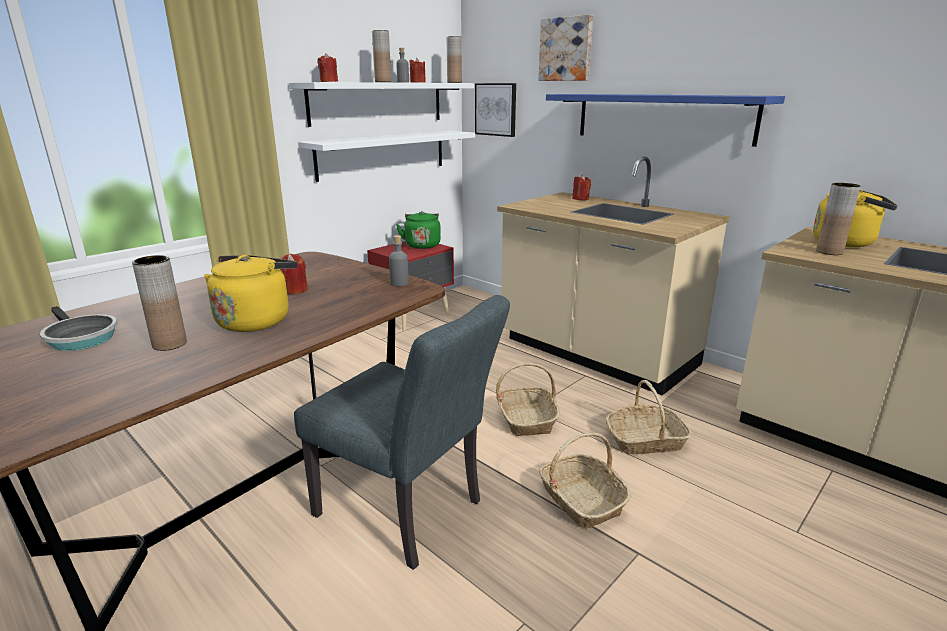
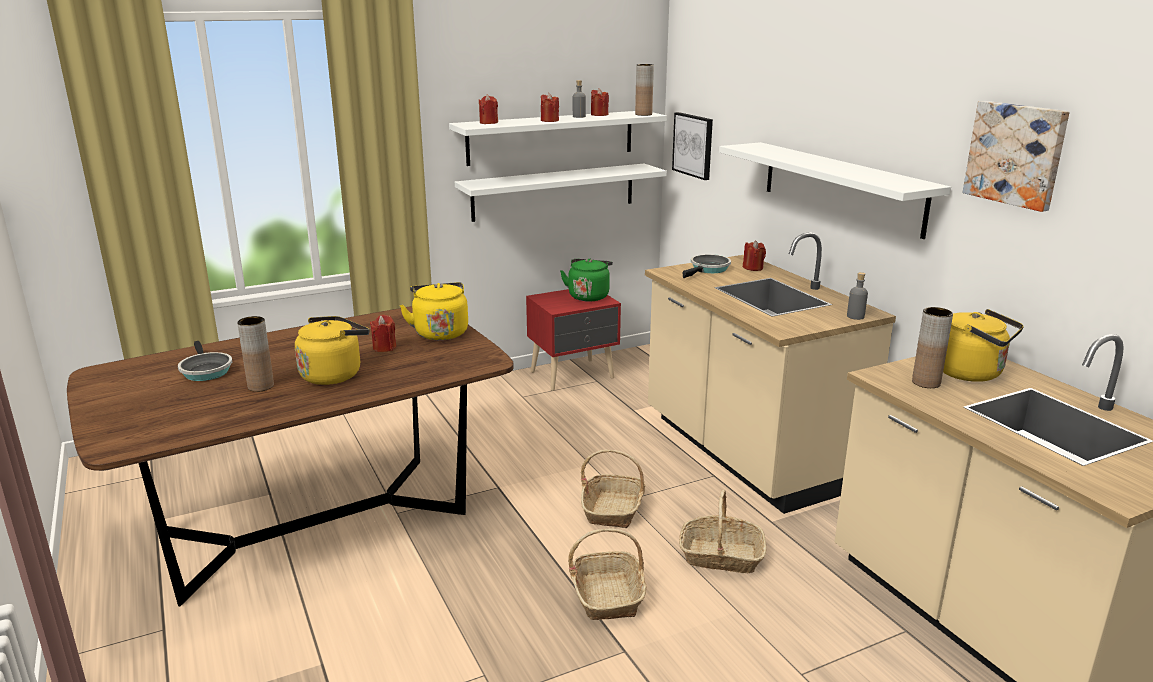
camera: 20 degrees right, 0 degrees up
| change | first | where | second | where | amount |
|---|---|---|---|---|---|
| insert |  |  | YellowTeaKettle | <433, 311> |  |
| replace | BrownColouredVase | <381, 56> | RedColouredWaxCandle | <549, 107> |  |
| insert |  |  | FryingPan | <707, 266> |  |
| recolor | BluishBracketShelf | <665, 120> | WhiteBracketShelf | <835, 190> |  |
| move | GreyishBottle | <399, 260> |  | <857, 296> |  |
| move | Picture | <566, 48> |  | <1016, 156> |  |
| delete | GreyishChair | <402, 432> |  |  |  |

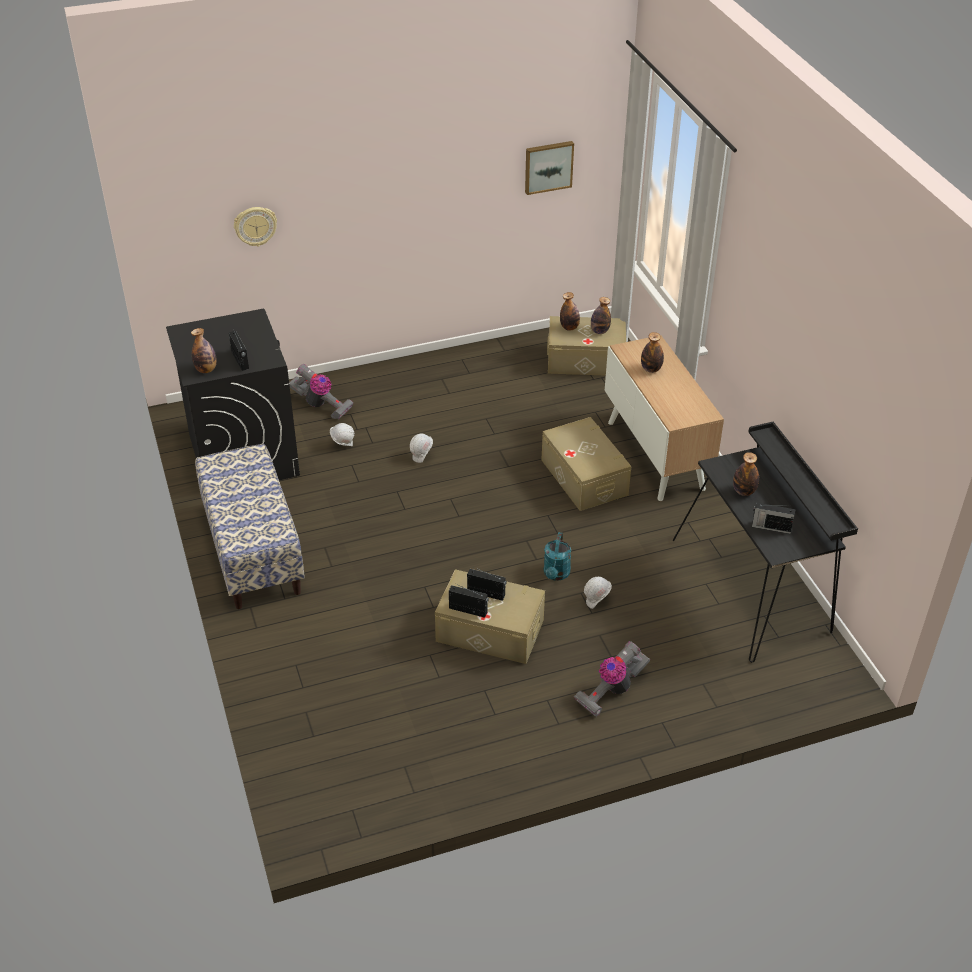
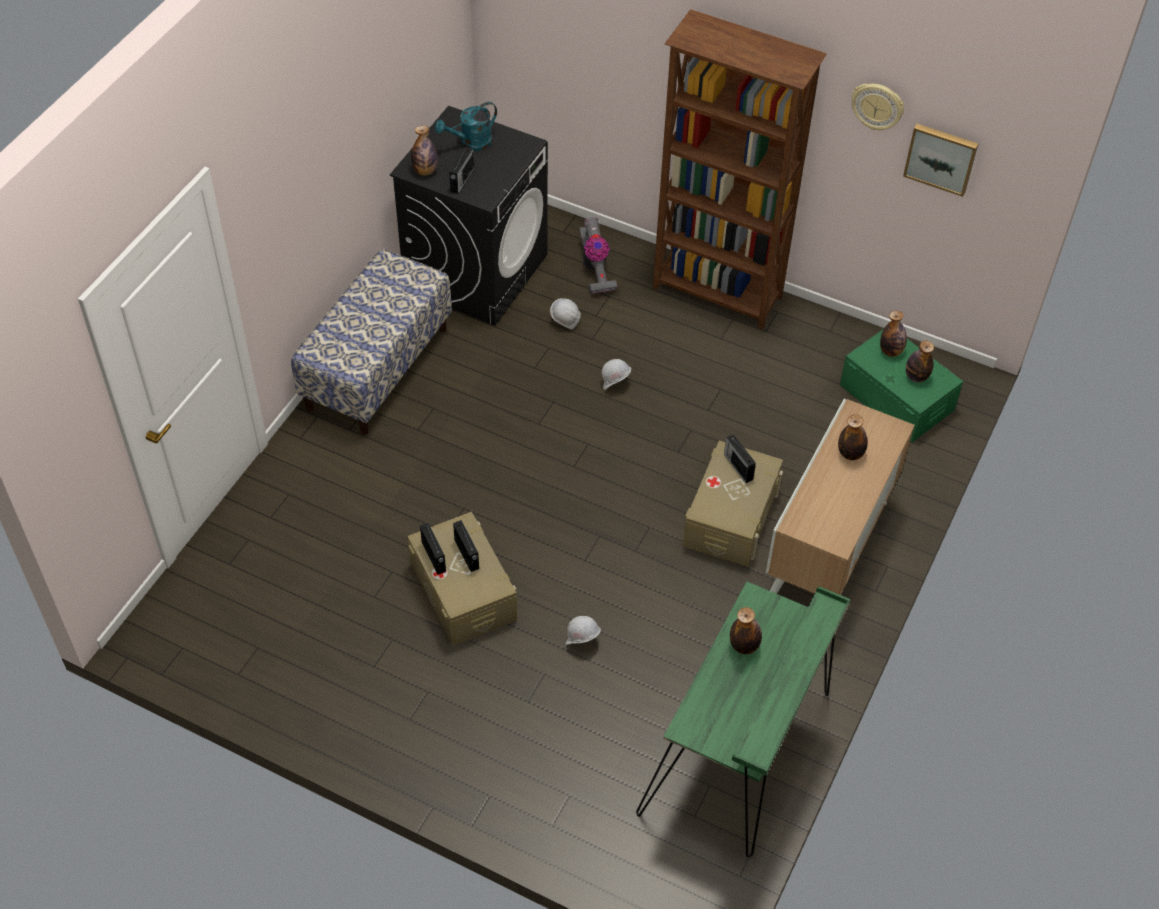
camera: 45 degrees right, 10 degrees up
| change | first | where | second | where | amount |
|---|---|---|---|---|---|
| move | TurquoiseColouredWateringPot | <557, 556> |  | <466, 126> |  |
| recolor | BlackDeskUnit | <765, 542> | GreenColouredDeskUnit | <743, 719> |  |
| insert |  |  | BrownColouredShelvingUnit | <740, 169> |  |
| move | RadioSet | <774, 518> |  | <740, 458> |  |
| recolor | BeigeColouredStorageContainer | <586, 346> | GreenColouredStorageContainer | <901, 386> |  |
| move | HangingClock | <255, 227> |  | <877, 107> |  |
| delete | Hoover | <612, 679> |  |  |  |

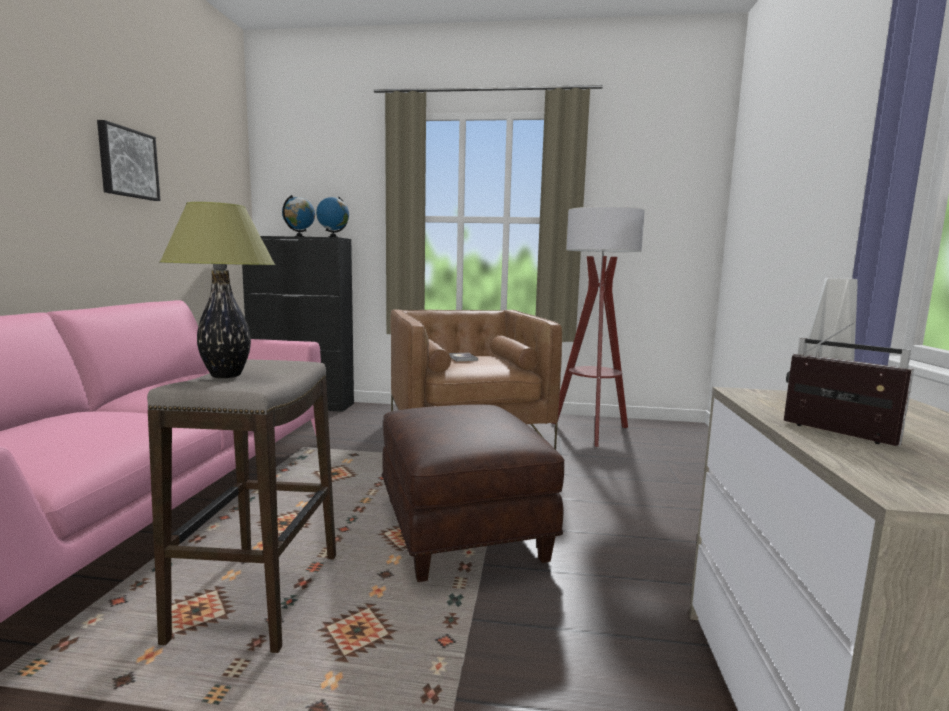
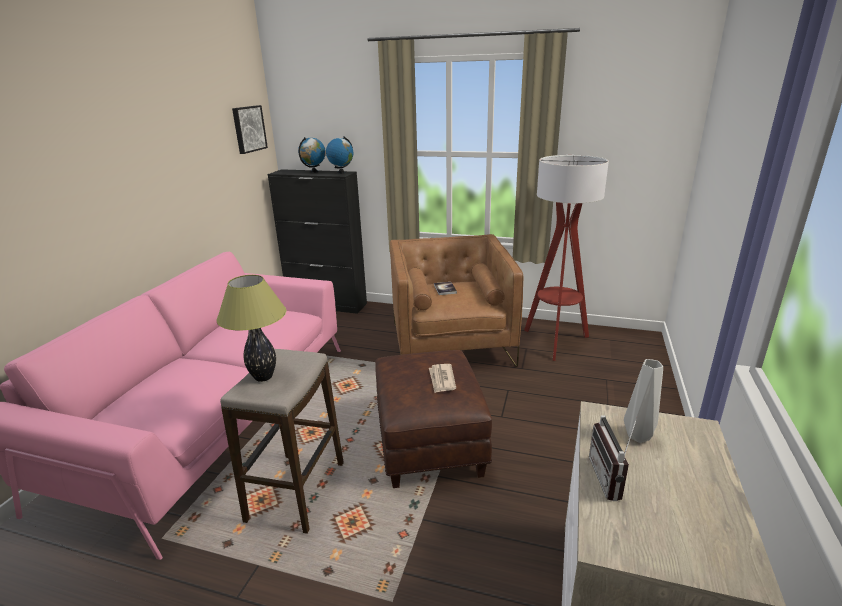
camera: 10 degrees right, 15 degrees up
| change | first | where | second | where | amount |
|---|---|---|---|---|---|
| move | Picture | <128, 160> |  | <250, 129> |  |
| insert |  |  | DailyPaper | <442, 378> |  |
| rotate | RadioSet | <849, 383> |  | <613, 458> | 150 degrees counterclockwise |

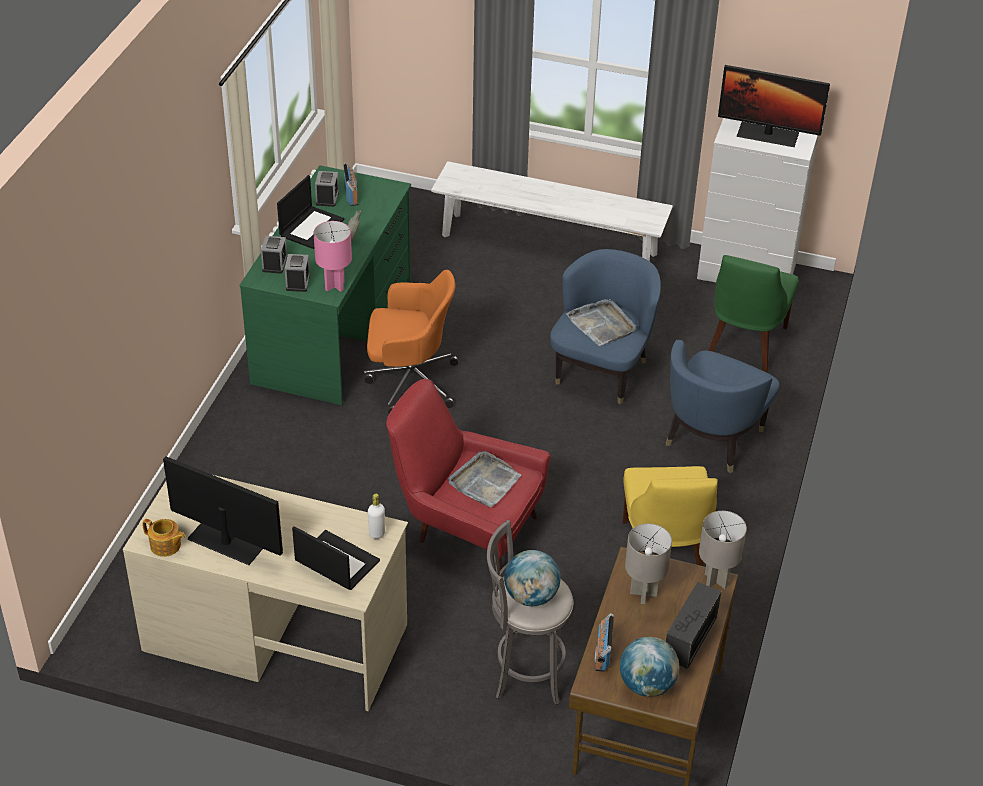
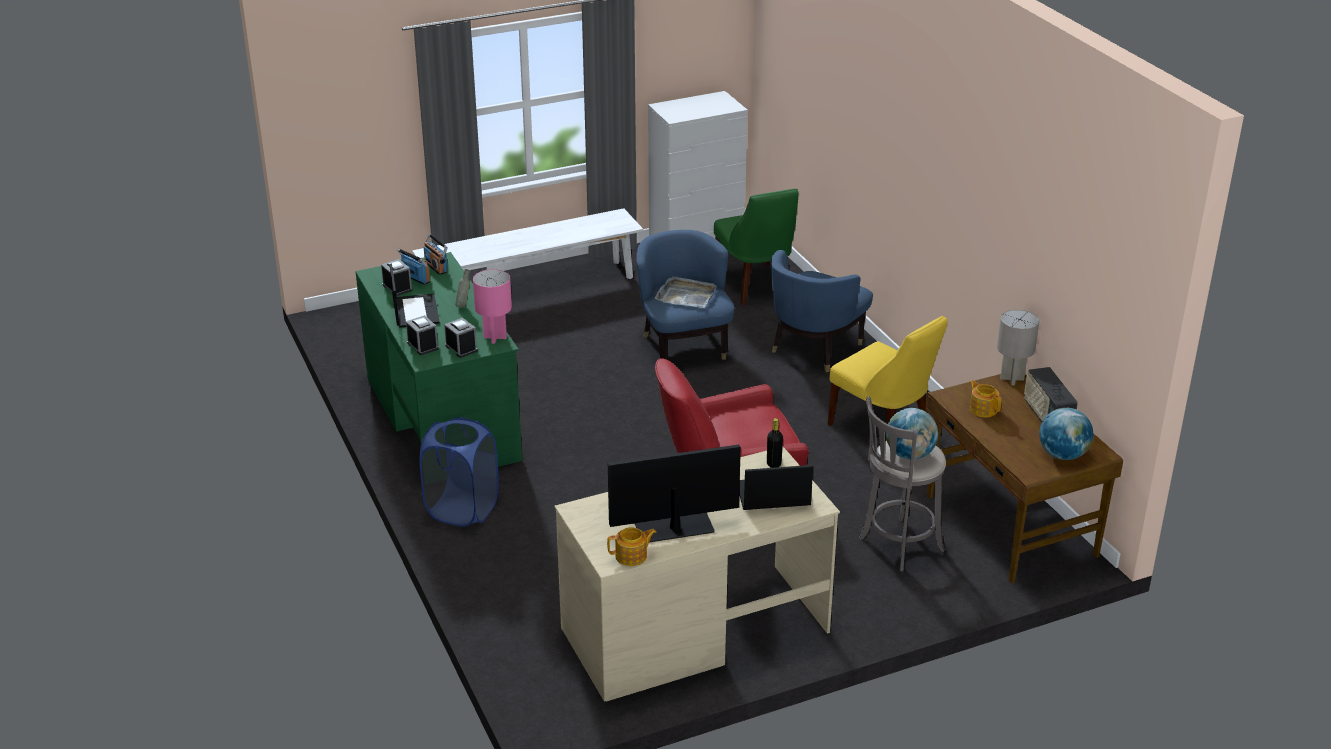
camera: 40 degrees left, 10 degrees down
| change | first | where | second | where | amount |
|---|---|---|---|---|---|
| insert |  |  | BluishWashingBasket | <459, 472> |  |
| move | RadioSet | <604, 642> |  | <436, 254> |  |
| recolor | WhiteBottle | <376, 516> | BlackBottle | <775, 443> |  |
| rotate | BluishLoungeChair | <722, 406> |  | <822, 311> | 45 degrees clockwise |
| replace | GreyishTableLamp | <648, 563> | TeaPot | <985, 398> |  |
| delete | OrangeDeskChair | <411, 341> |  |  |  |
| delete | GreyishTray | <484, 479> |  |  |  |
| delete | Monitor | <774, 106> |  |  |  |

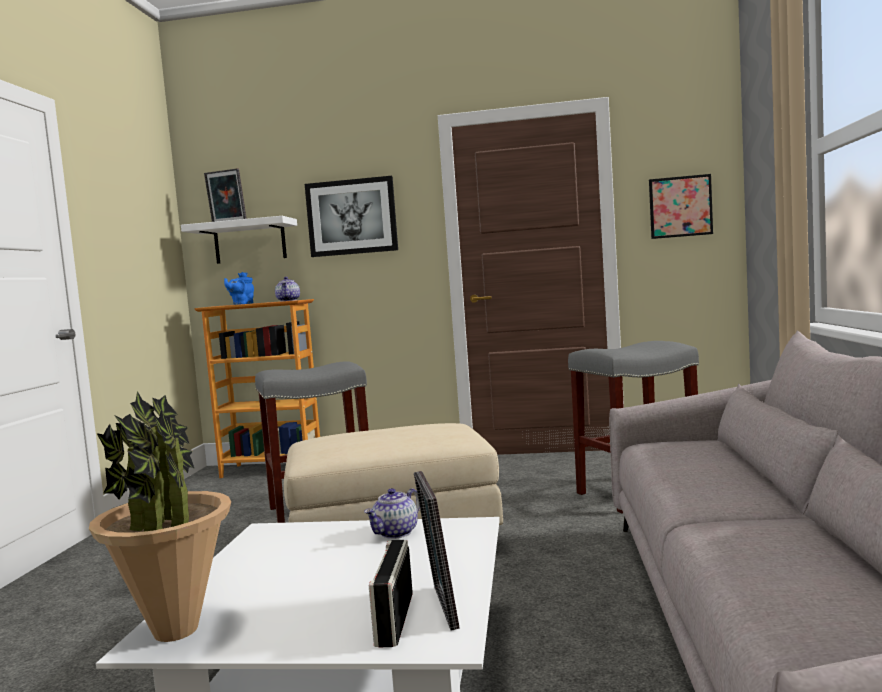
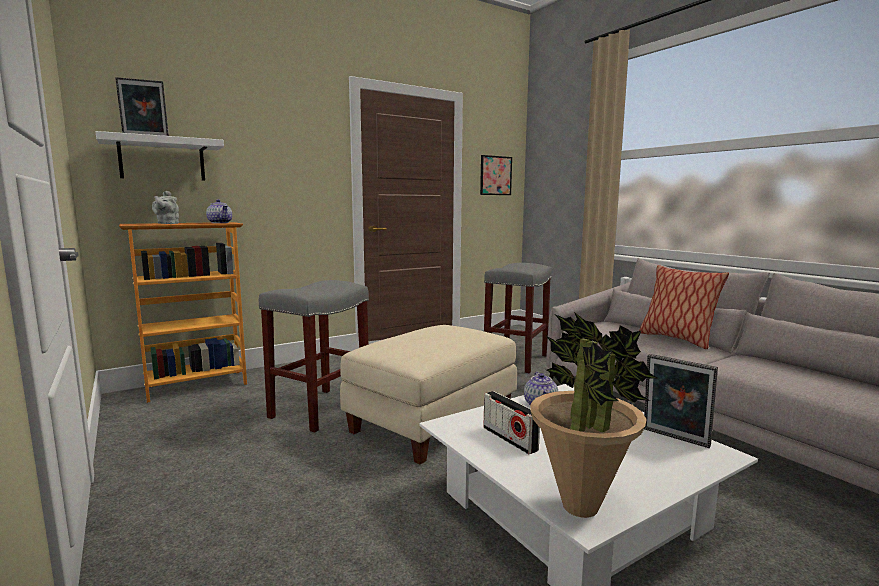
camera: 40 degrees left, 5 degrees up
| change | first | where | second | where | amount |
|---|---|---|---|---|---|
| recolor | BluishTeaPot | <239, 288> | GreyishTeaPot | <165, 207> |  |
| move | RadioSet | <391, 593> |  | <511, 422> |  |
| insert |  |  | ThrowPillow | <684, 307> |  |
| delete | Picture | <351, 216> |  |  |  |

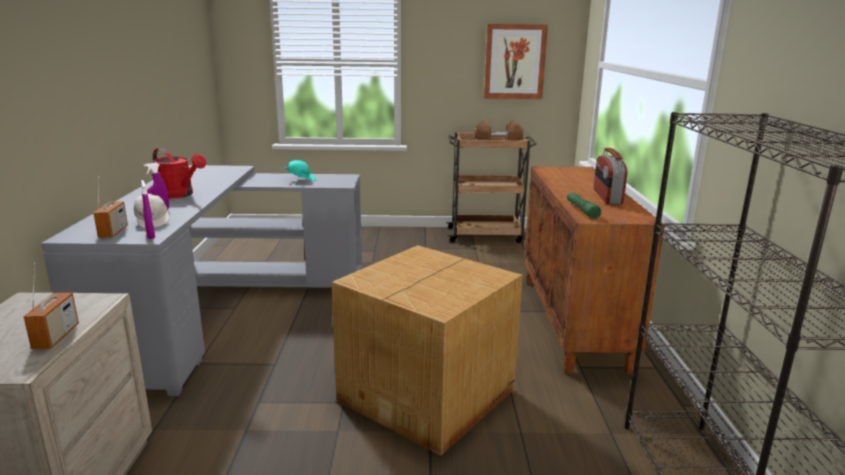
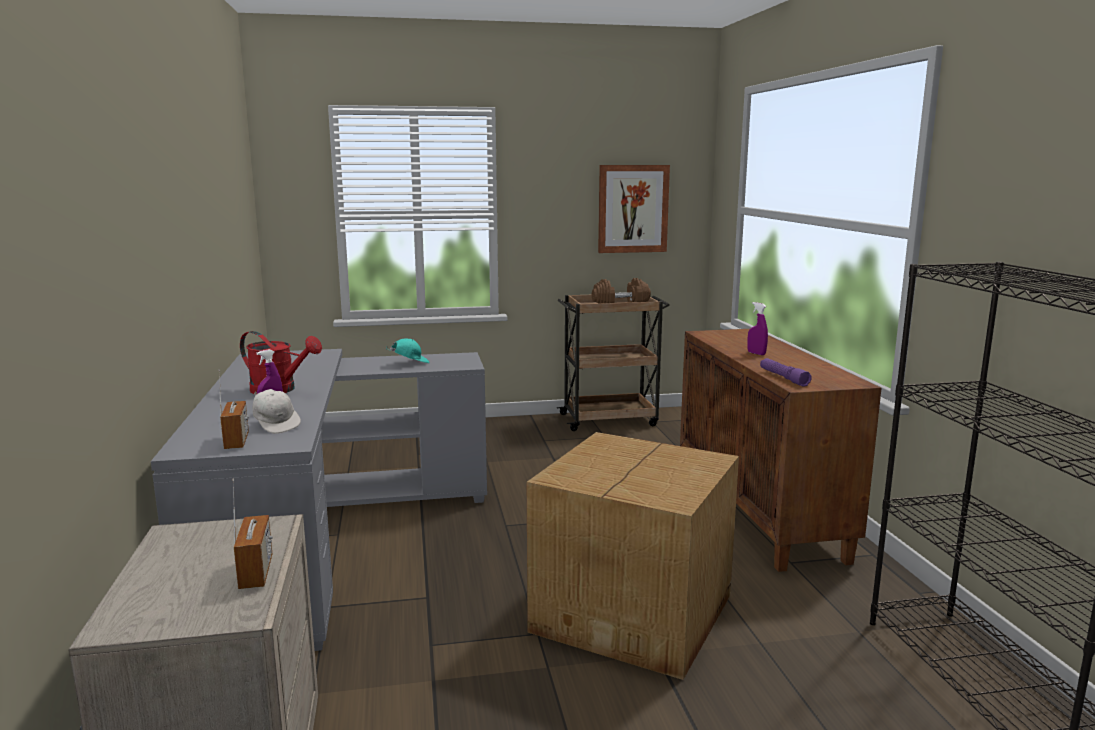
camera: 10 degrees left, 5 degrees down
| change | first | where | second | where | amount |
|---|---|---|---|---|---|
| move | PurpleHandSprayer | <148, 209> |  | <757, 328> |  |
| recolor | GreenColouredFlashlight | <584, 205> | PurpleFlashlight | <786, 372> |  |
| delete | RadioSet | <611, 176> |  |  |  |

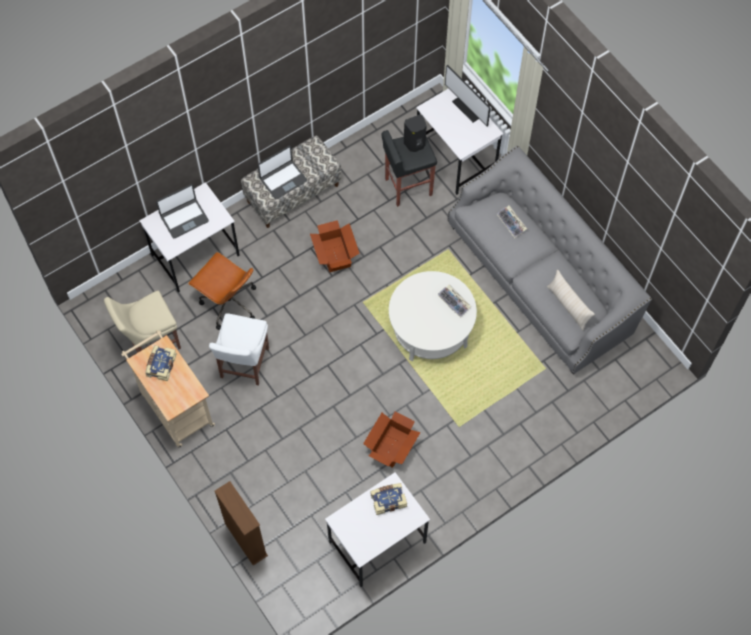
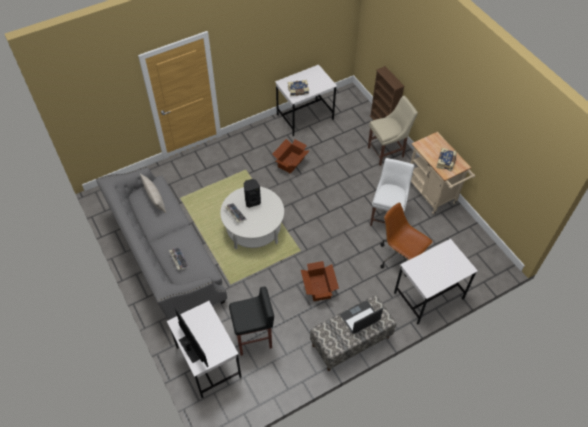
camera: 175 degrees left, 10 degrees down
| change | first | where | second | where | amount |
|---|---|---|---|---|---|
| move | BlackSpeaker | <415, 133> |  | <252, 193> |  |
| move | BeigeColouredChair | <142, 321> |  | <393, 131> |  |
| delete | NotebookComputer | <182, 211> |  |  |  |

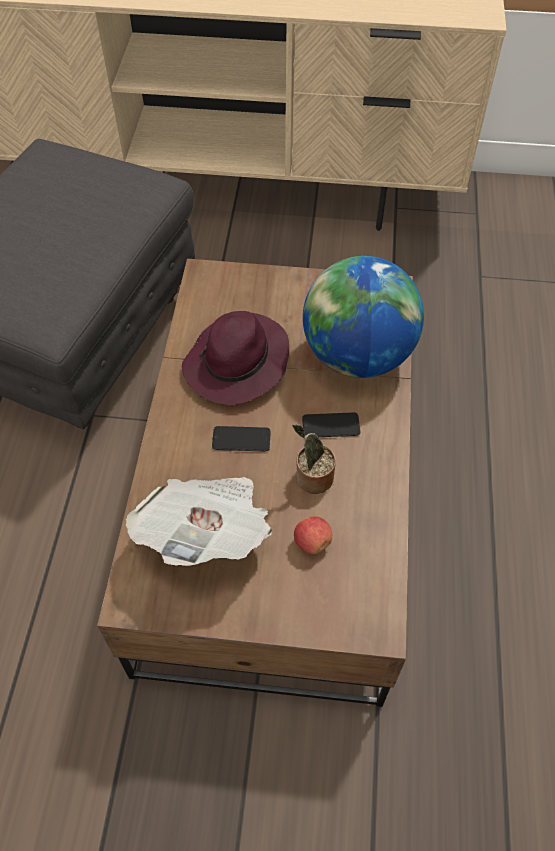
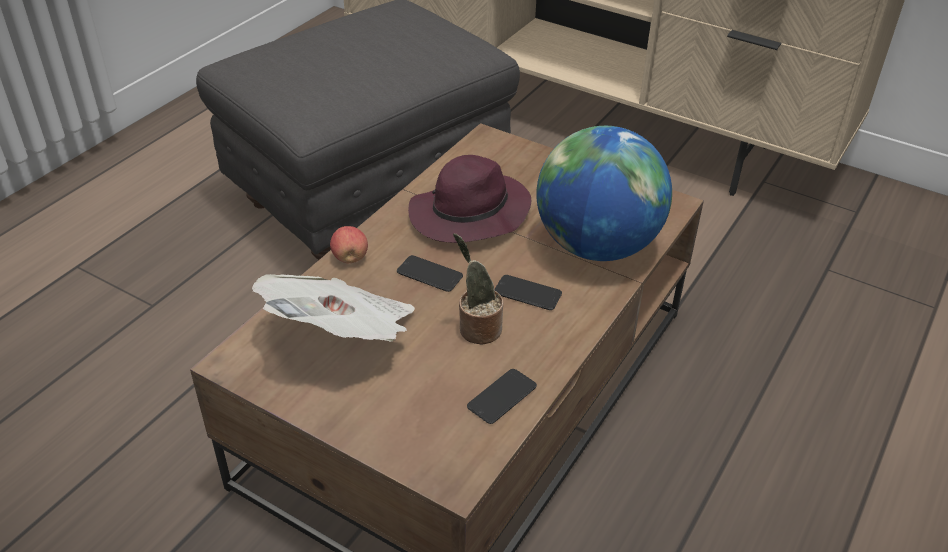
camera: 25 degrees right, 15 degrees down
| change | first | where | second | where | amount |
|---|---|---|---|---|---|
| move | WholeApple | <313, 535> |  | <349, 244> |  |
| insert |  |  | Handset | <502, 396> |  |

